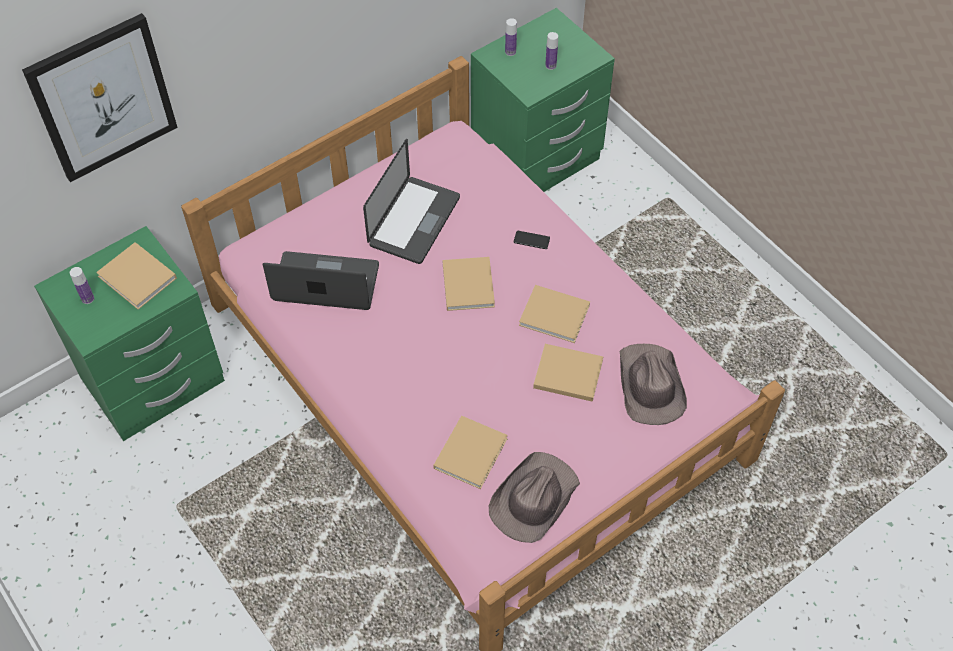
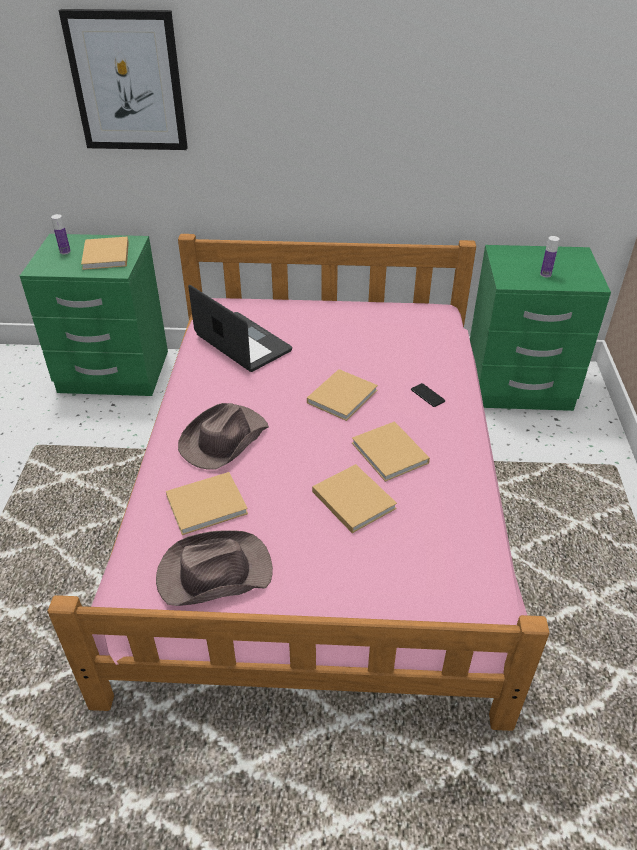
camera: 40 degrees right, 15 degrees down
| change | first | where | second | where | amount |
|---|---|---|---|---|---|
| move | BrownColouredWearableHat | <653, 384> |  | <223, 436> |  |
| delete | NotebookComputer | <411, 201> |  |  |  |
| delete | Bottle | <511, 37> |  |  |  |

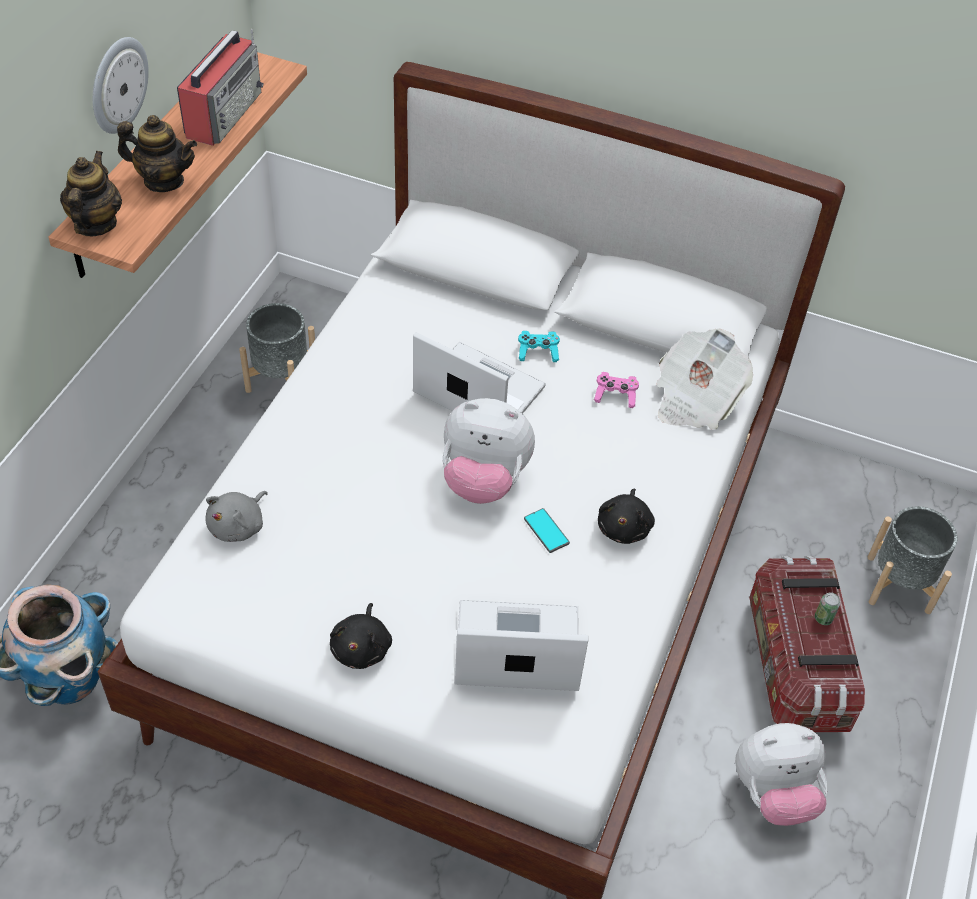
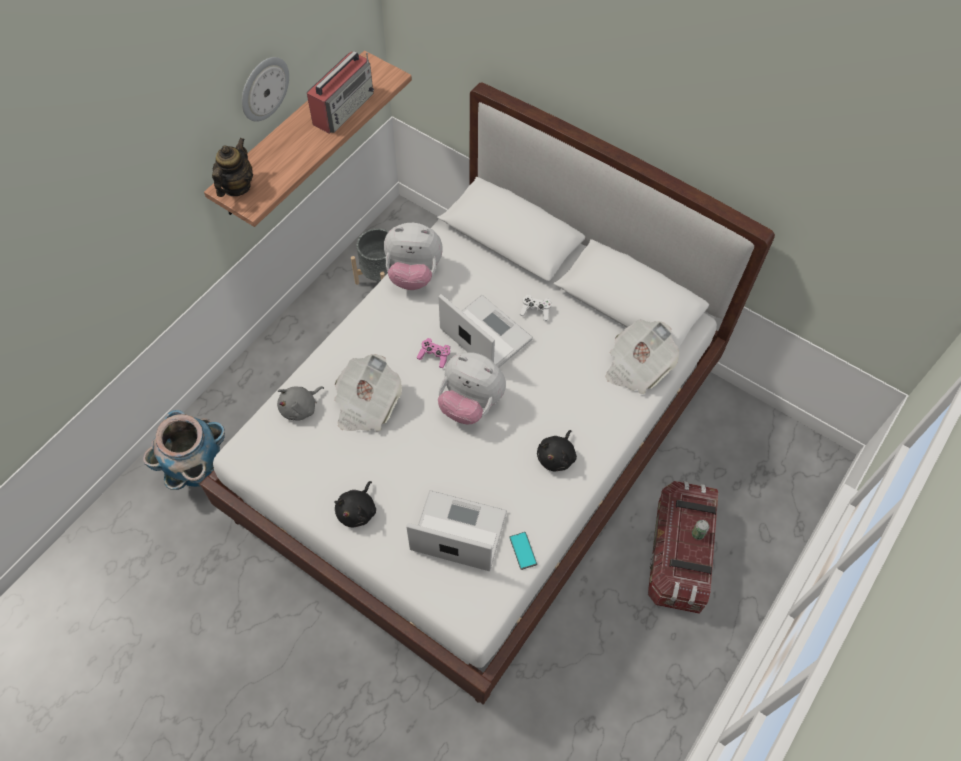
camera: 15 degrees right, 10 degrees up
| change | first | where | second | where | amount |
|---|---|---|---|---|---|
| insert |  |  | DailyPaper | <368, 393> |  |
| move | PlushToy | <781, 774> |  | <413, 256> |  |
| move | PinkGamepad | <616, 390> |  | <433, 353> |  |
| move | Handset | <547, 530> |  | <523, 551> |  |
| recolor | TurquoiseColouredGamepad | <539, 346> | WhiteGamepad | <536, 307> |  |
| delete | TeaPot | <157, 153> |  |  |  |
| delete | GreyishFlowerPot | <912, 560> |  |  |  |

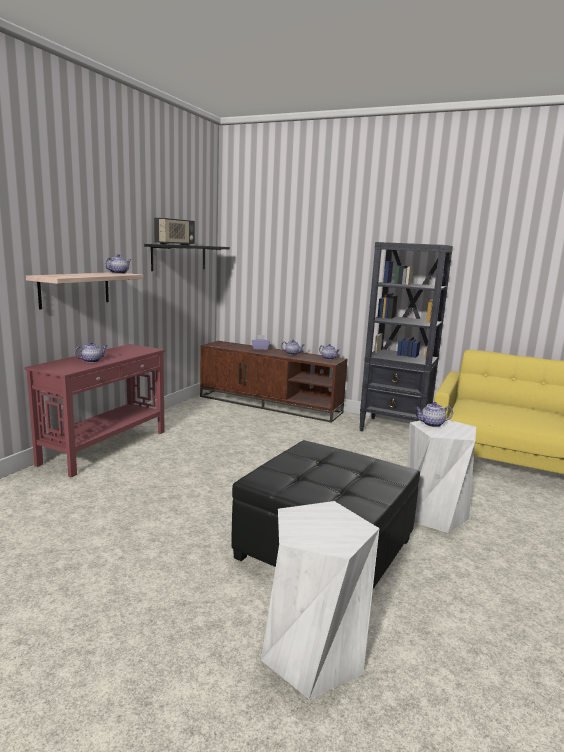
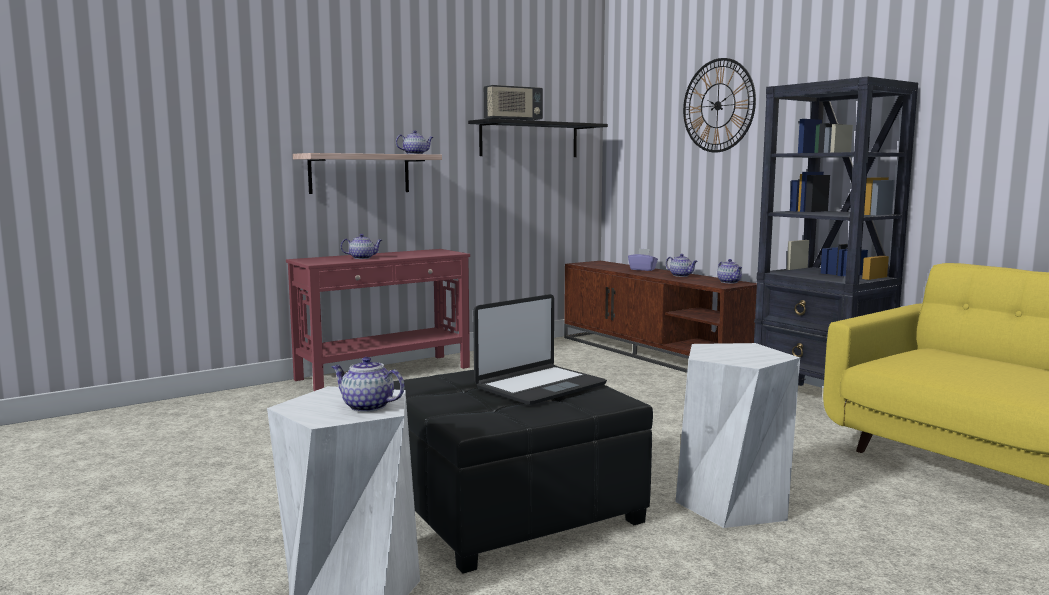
camera: 30 degrees right, 5 degrees down
| change | first | where | second | where | amount |
|---|---|---|---|---|---|
| move | TeaPot | <434, 414> |  | <367, 384> |  |
| insert |  |  | NotebookComputer | <540, 349> |  |
| insert |  |  | HangingClock | <719, 105> |  |

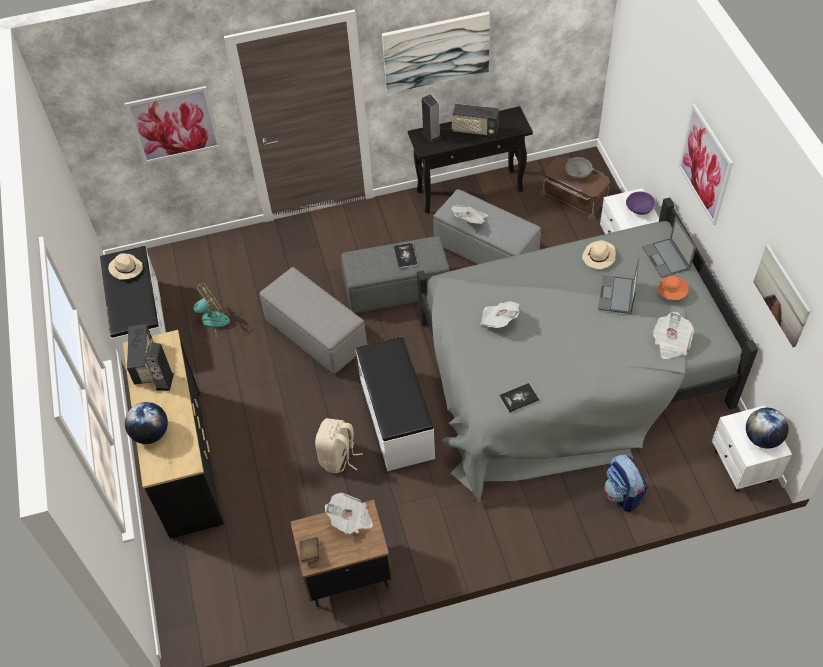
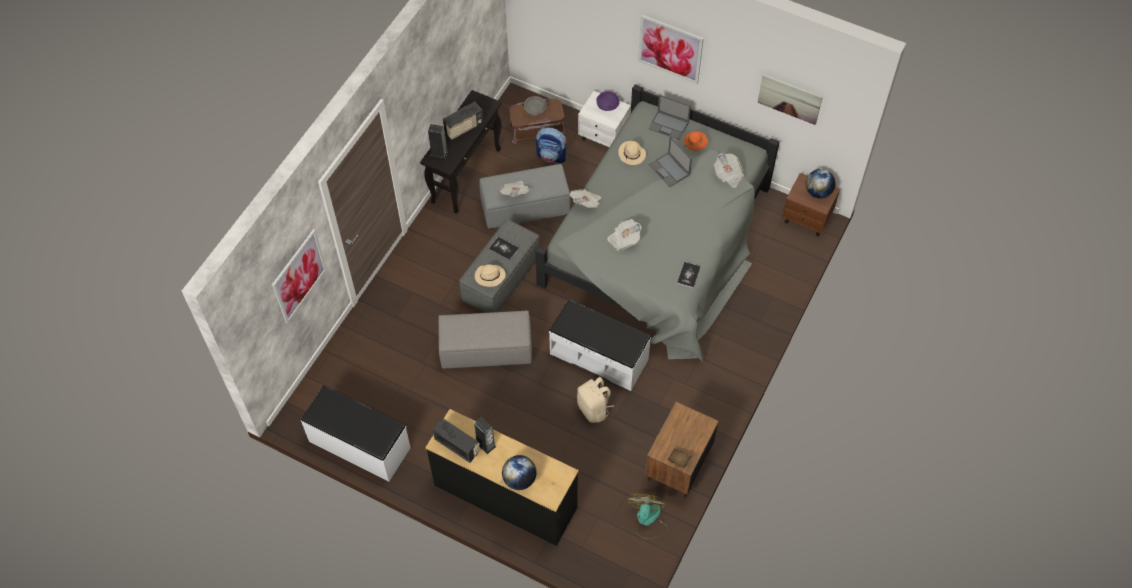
camera: 50 degrees left, 5 degrees up
| change | first | where | second | where | amount |
|---|---|---|---|---|---|
| move | BeigeColouredWearableHat | <125, 266> |  | <490, 275> |  |
| move | Rucksack | <626, 483> |  | <551, 145> |  |
| move | DailyPaper | <349, 513> |  | <585, 198> |  |
| move | CoolingFan | <209, 312> |  | <648, 516> |  |
| recolor | WhiteNightstand | <752, 448> | BrownColouredNightstand | <811, 204> |  |
| delete | Picture | <436, 52> |  |  |  |

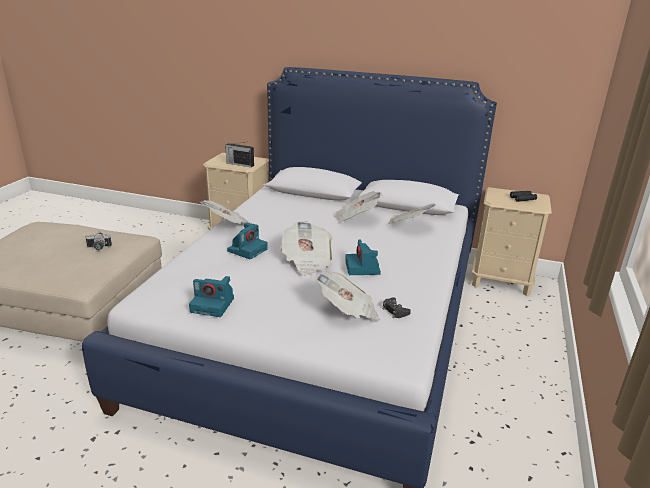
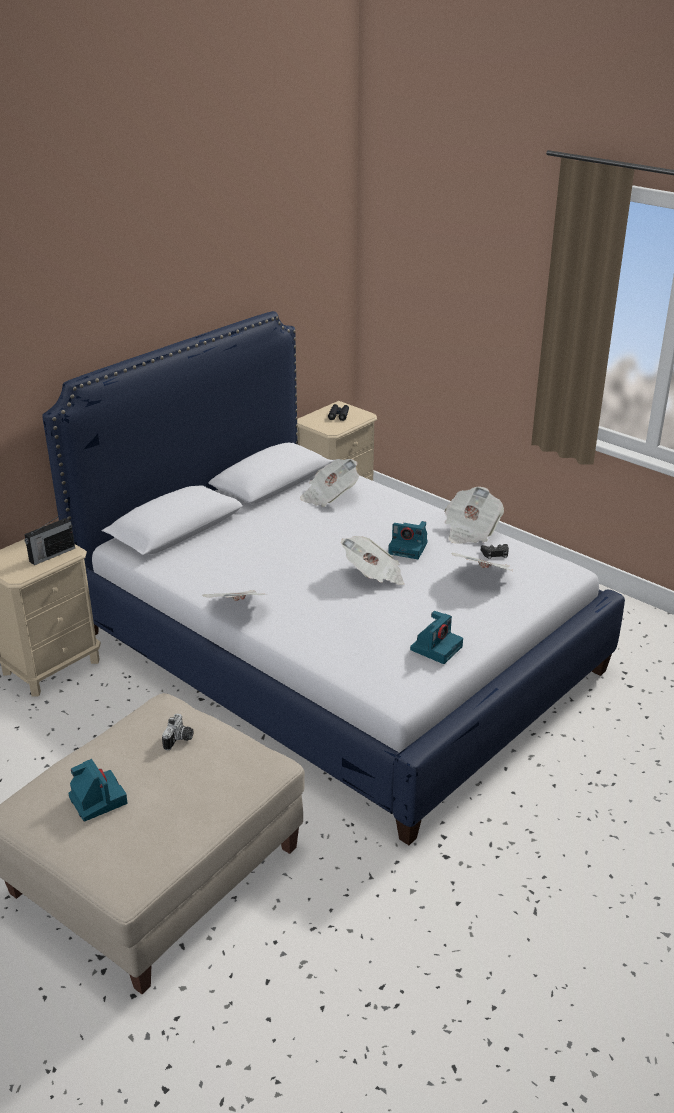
camera: 65 degrees left, 5 degrees up
| change | first | where | second | where | amount |
|---|---|---|---|---|---|
| move | PhotoCamera | <247, 241> |  | <98, 790> |  |
| move | DailyPaper | <357, 206> |  | <474, 515> |  |

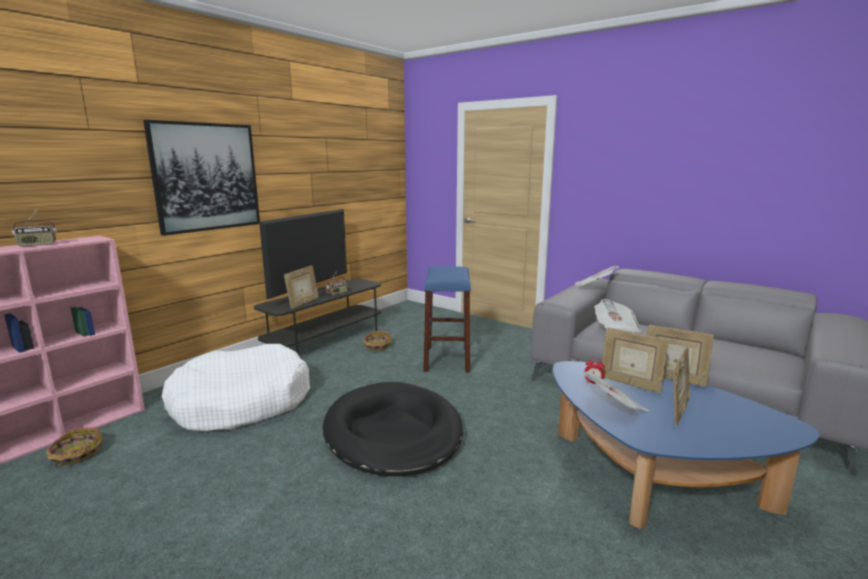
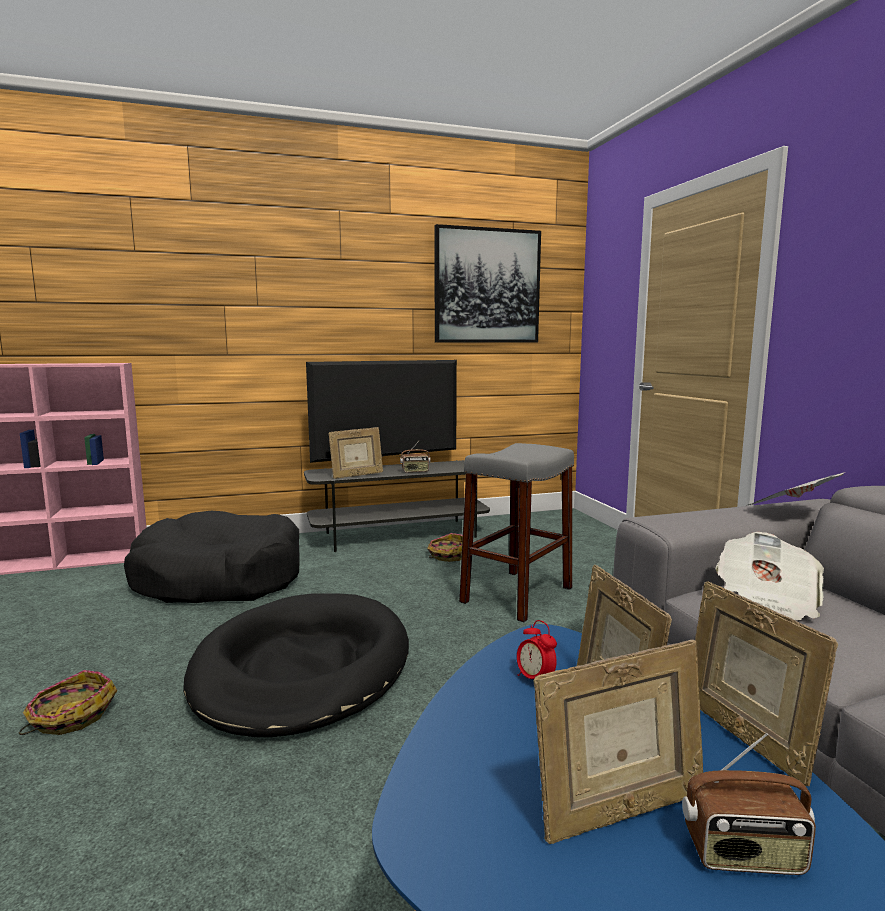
camera: 35 degrees right, 5 degrees down
| change | first | where | second | where | amount |
|---|---|---|---|---|---|
| move | HouseholdBasket | <74, 447> |  | <68, 702> |  |
| recolor | WhiteDogBed | <236, 387> | BlackDogBed | <212, 557> |  |
| move | Picture | <201, 178> |  | <487, 283> |  |
| recolor | BluishStool | <447, 319> | GreyishStool | <516, 532> |  |
| move | RadioSet | <34, 228> |  | <749, 804> |  |
| delete | DailyPaper | <616, 391> |  |  |  |

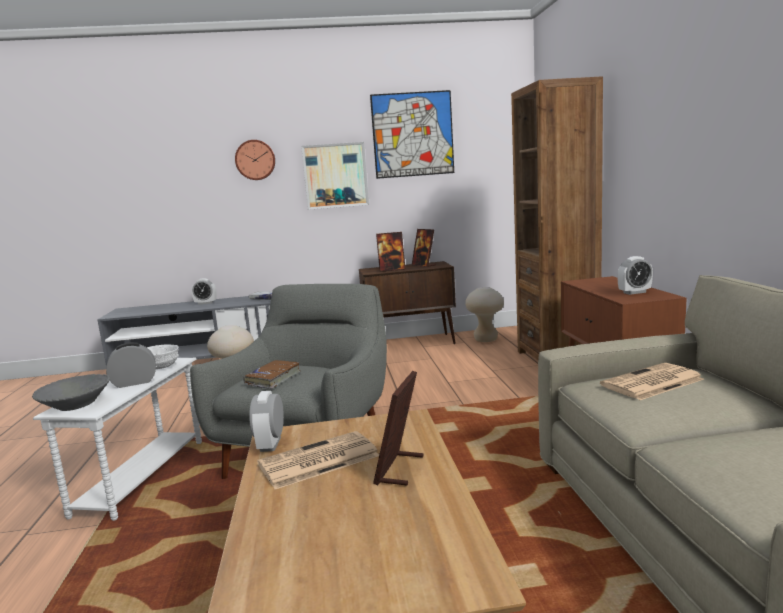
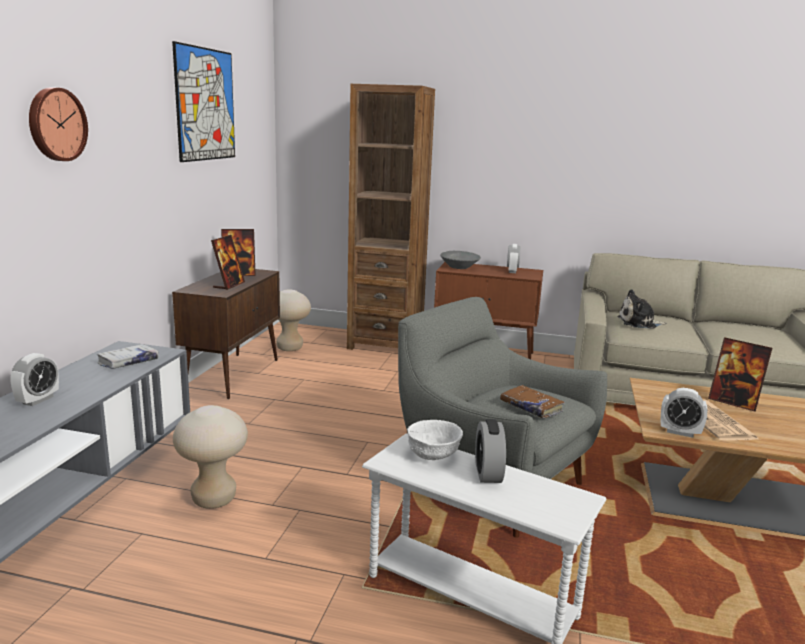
camera: 70 degrees left, 5 degrees up
| change | first | where | second | where | amount |
|---|---|---|---|---|---|
| move | GreyishServingBowl | <71, 392> |  | <460, 260> |  |
| replace | DailyPaper | <652, 381> | PlushToy | <642, 309> |  |
| delete | Picture | <335, 176> |  |  |  |

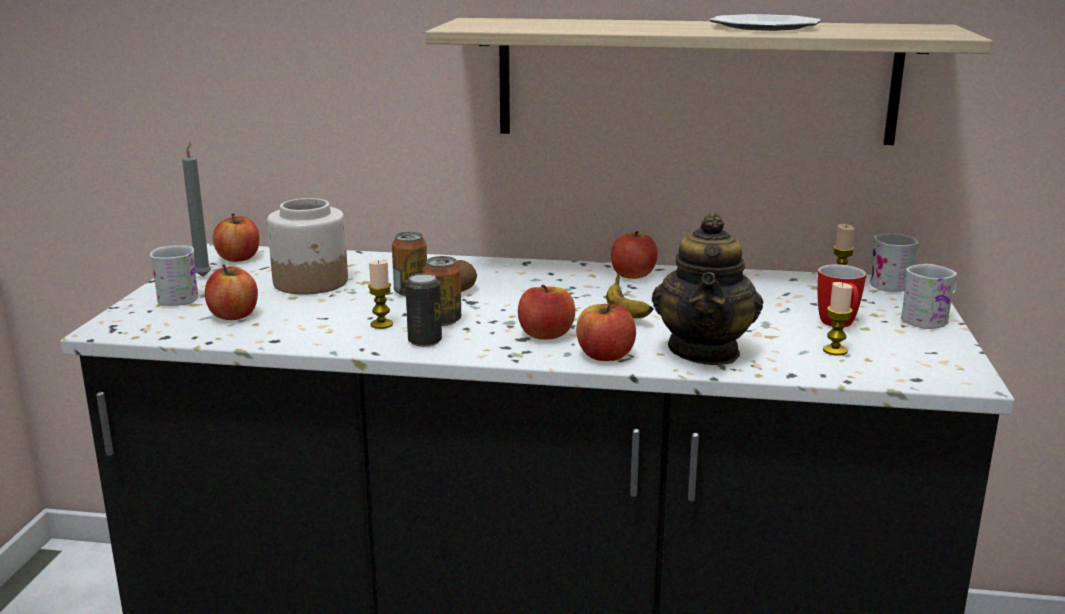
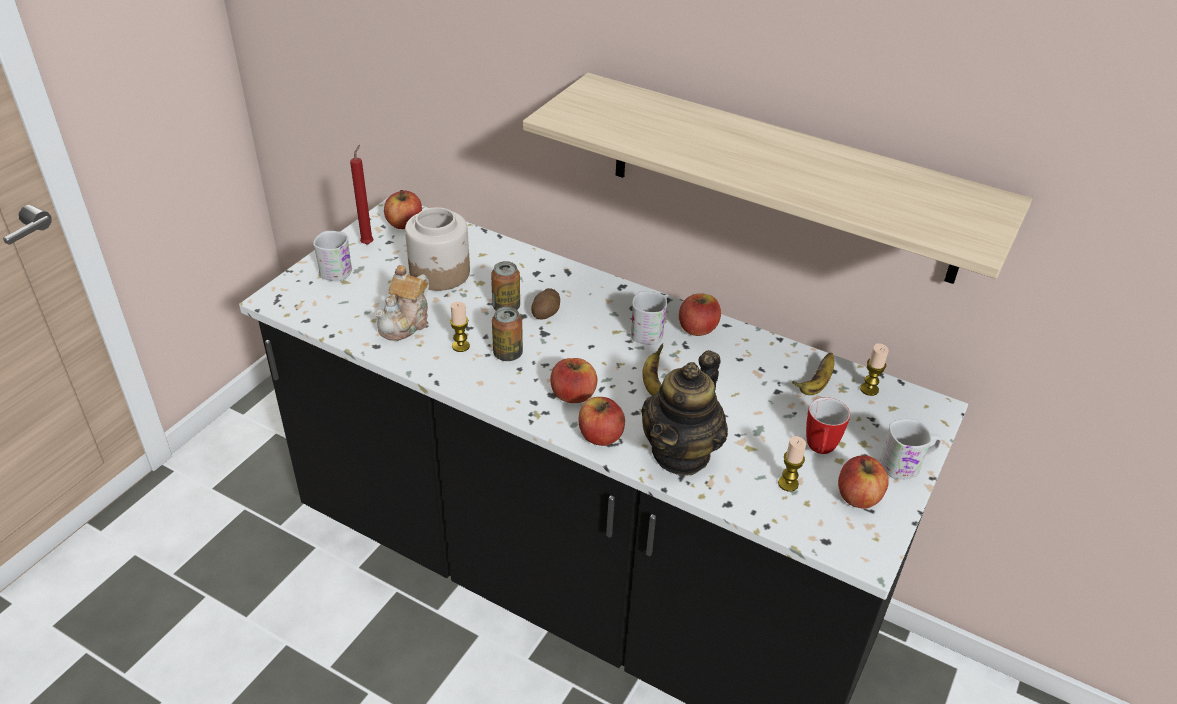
camera: 20 degrees right, 20 degrees up
| change | first | where | second | where | amount |
|---|---|---|---|---|---|
| recolor | GreyishWaxCandle | <196, 209> | RedColouredWaxCandle | <362, 195> |  |
| insert |  |  | TeaPot | <401, 303> |  |
| move | WhiteTeaMug | <894, 263> |  | <649, 318> |  |
| insert |  |  | WholeBanana | <813, 374> |  |
| move | WholeApple | <231, 292> |  | <863, 482> |  |
| delete | SealedCan | <423, 310> |  |  |  |
| delete | Plate | <765, 22> |  |  |  |

